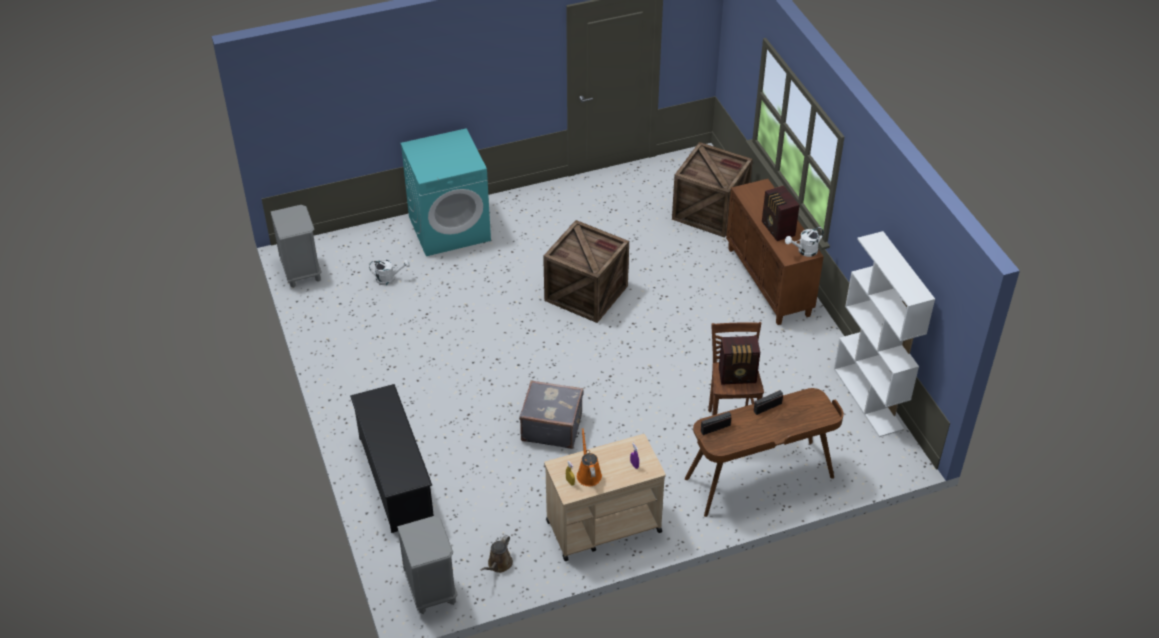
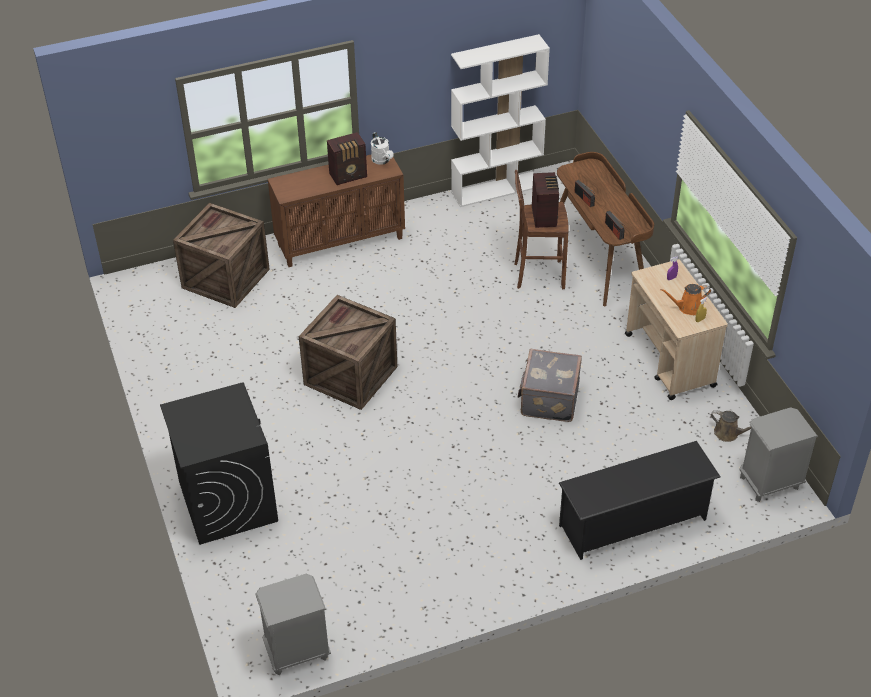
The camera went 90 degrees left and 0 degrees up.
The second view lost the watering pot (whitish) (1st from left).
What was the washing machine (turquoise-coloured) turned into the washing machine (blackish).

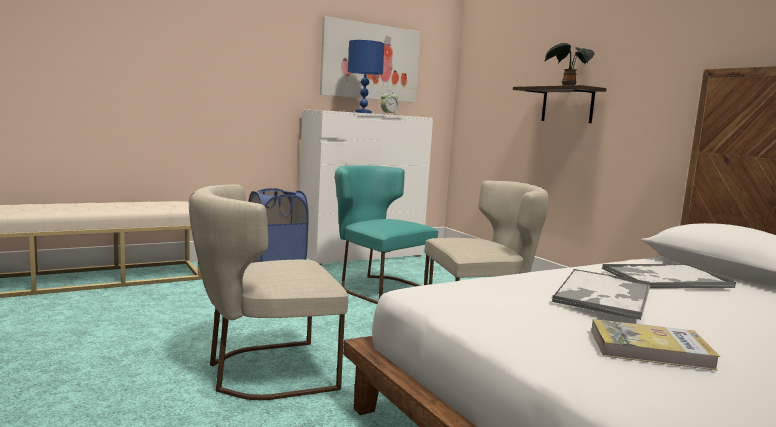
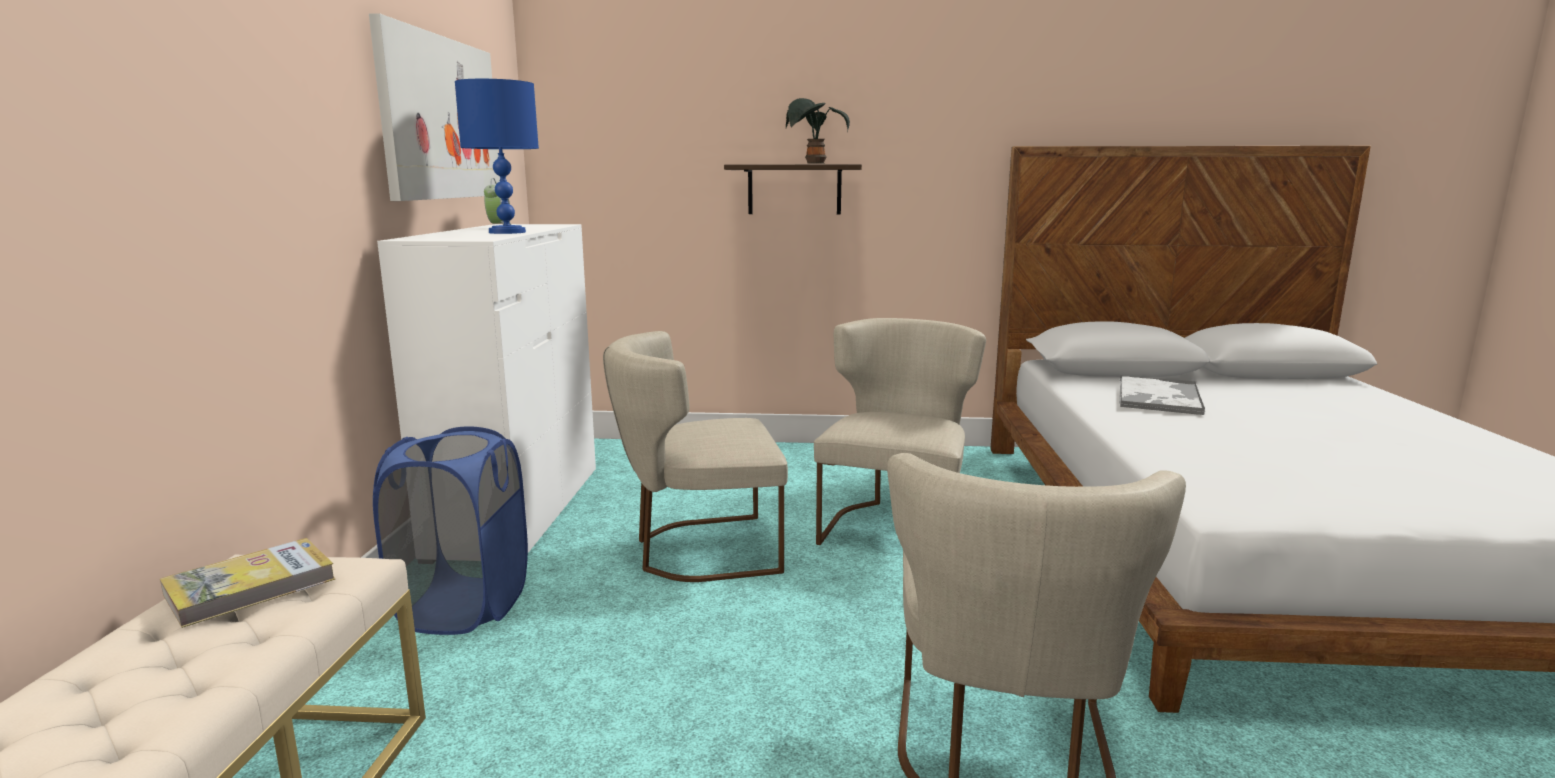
The camera went 55 degrees left and 5 degrees up.
The second view lost the carrying tray (1st from left).
The book ended up elsewhere.
What was the upright chair (turquoise-coloured) turned into the upright chair (sand-coloured) (1st from left).

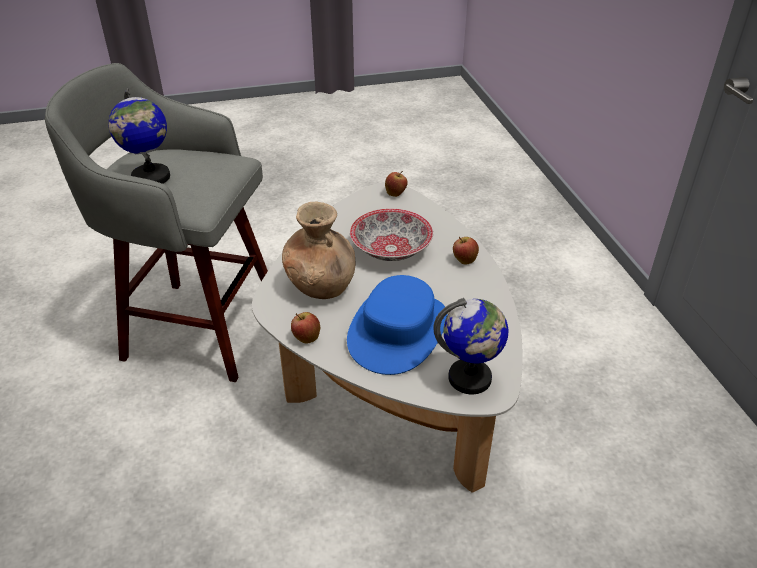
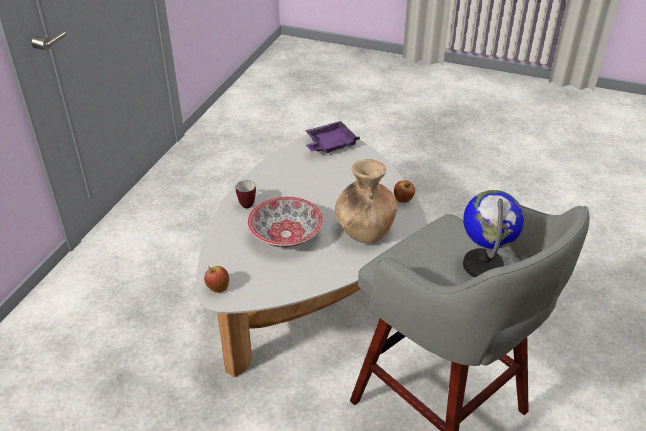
The camera went 145 degrees left and 0 degrees up.
The second view lost the clothing hat (bluish).
Where the desk globe (2nd from left) stood, the carrying tray (purplish) came to stand.
Where the apple fruit (3rd from left) stood, the tea mug came to stand.

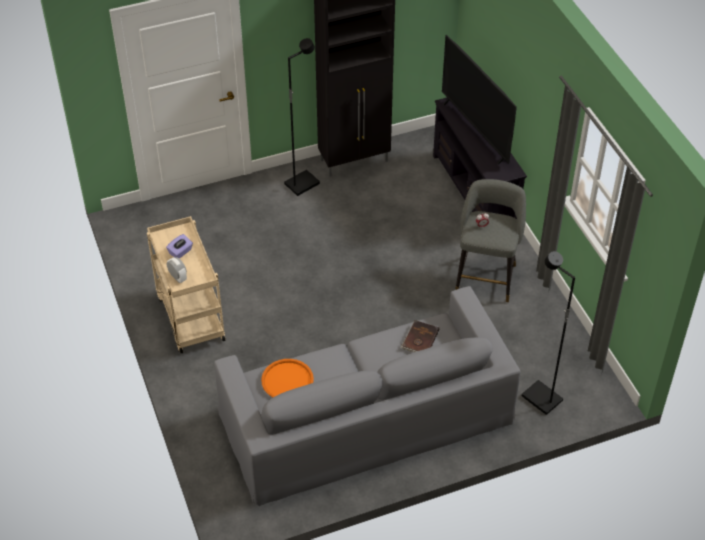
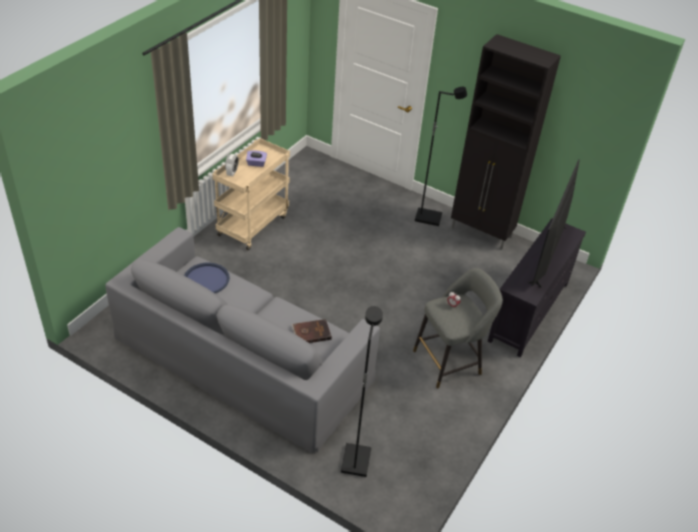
The camera went 50 degrees right and 5 degrees down.
What was the carrying tray (orange-coloured) turned into the carrying tray (bluish).

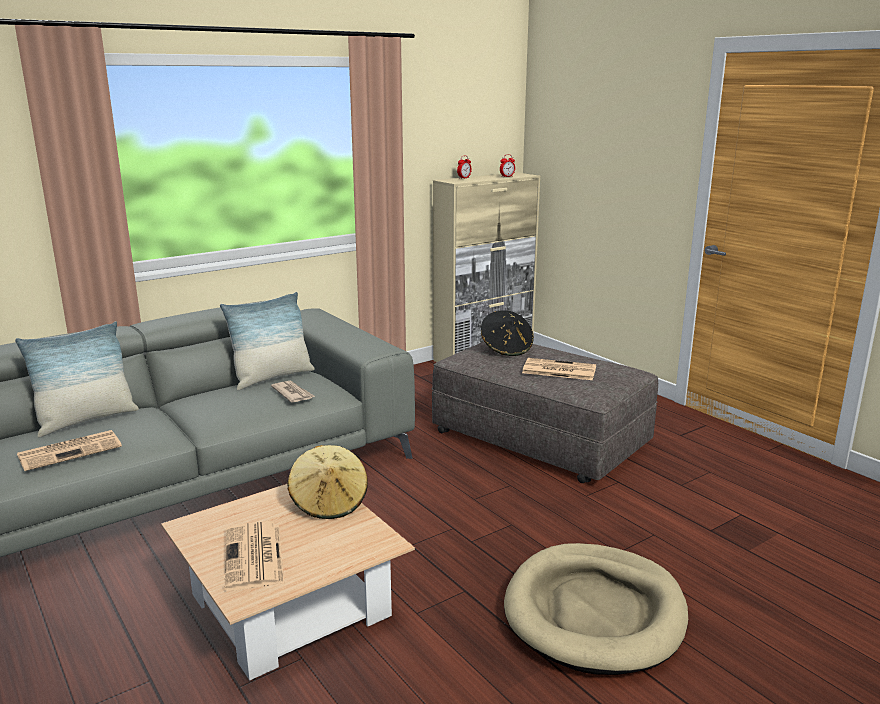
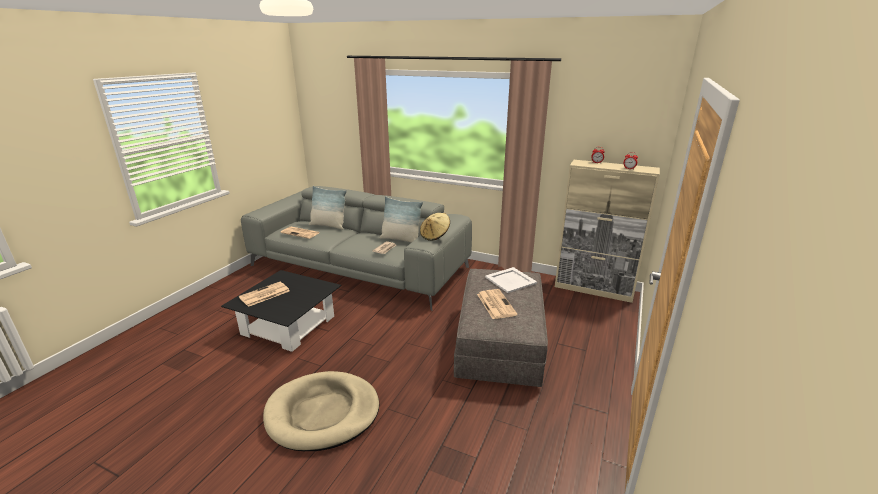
The camera went 60 degrees right and 5 degrees up.
The clothing hat (sand-coloured) ended up elsewhere.
Where the clothing hat (blackish) stood, the carrying tray (whitish) came to stand.
What was the coffee table (sand-coloured) turned into the coffee table (blackish).

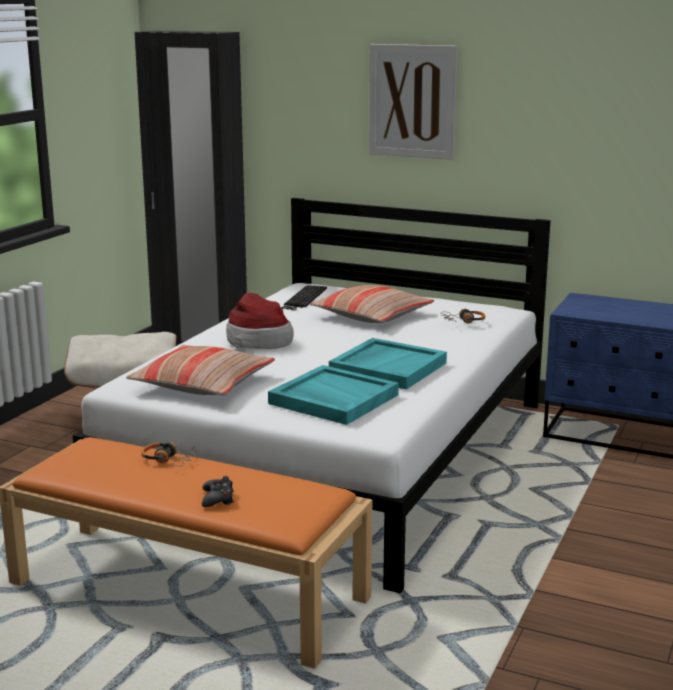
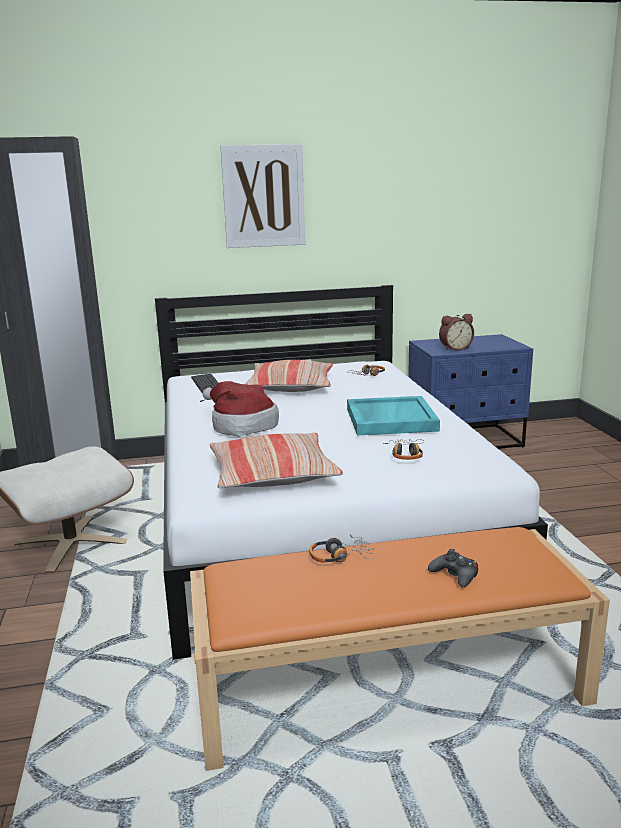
The camera went 35 degrees left and 0 degrees up.
The second view gained the bedside clock.
Where the carrying tray (turquoise-coloured) (1st from left) stood, the headphones (3rd from left) came to stand.

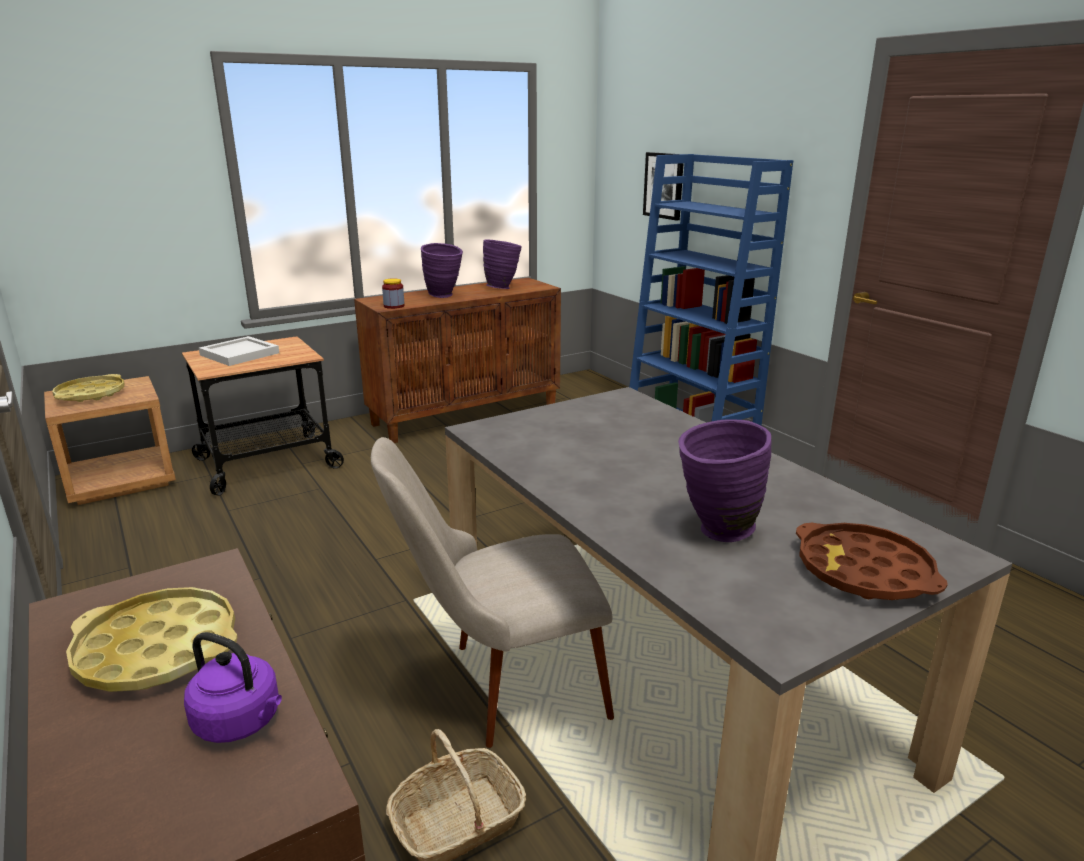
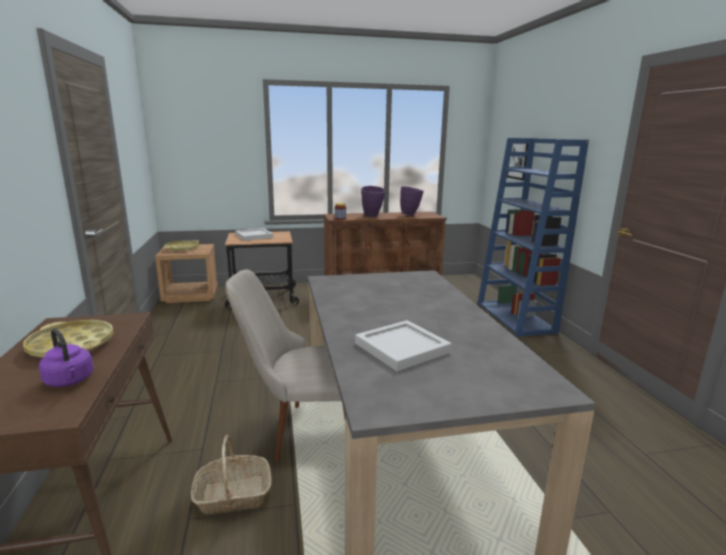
The camera went 20 degrees right and 5 degrees down.
The second view lost the carrying tray (brown-coloured).
Where the vase (purplish) (3rd from left) stood, the carrying tray (whitish) (2nd from left) came to stand.

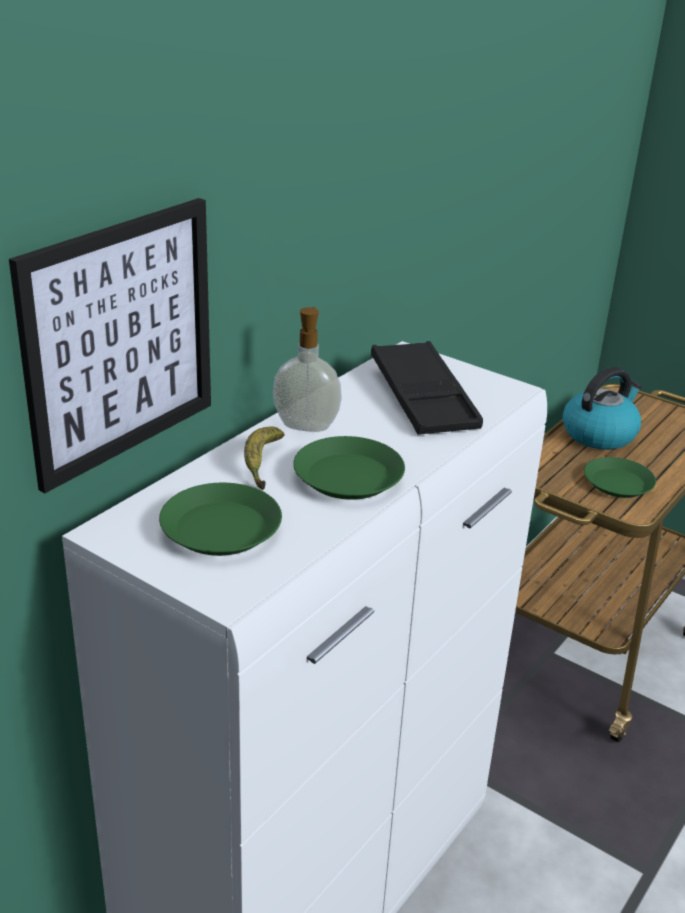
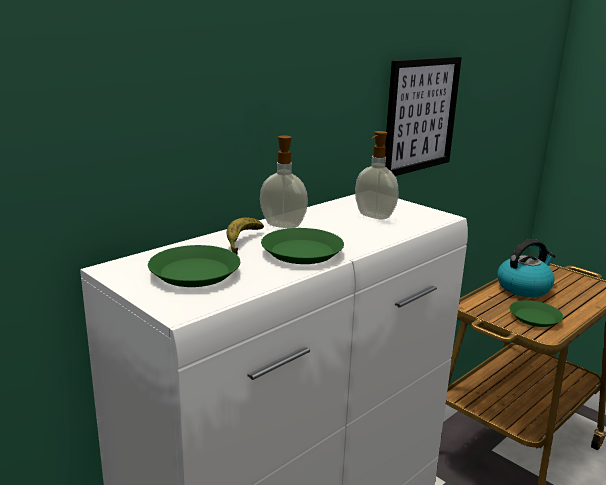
The camera went 10 degrees right and 10 degrees down.
The wall art ended up elsewhere.
Where the carrying tray (blackish) stood, the liquid soap bottle (2nd from left) came to stand.

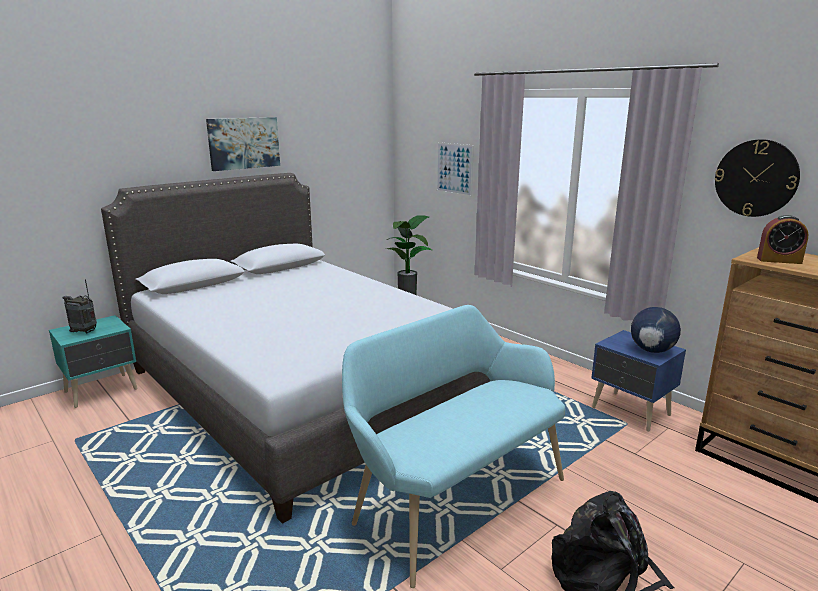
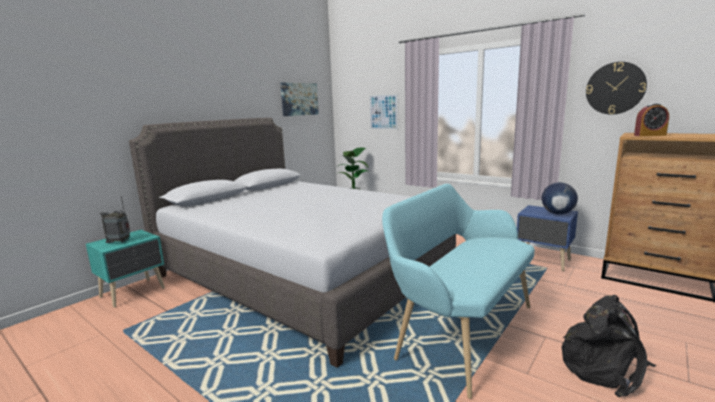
The camera went 10 degrees left and 5 degrees down.
The wall art (1st from left) ended up elsewhere.

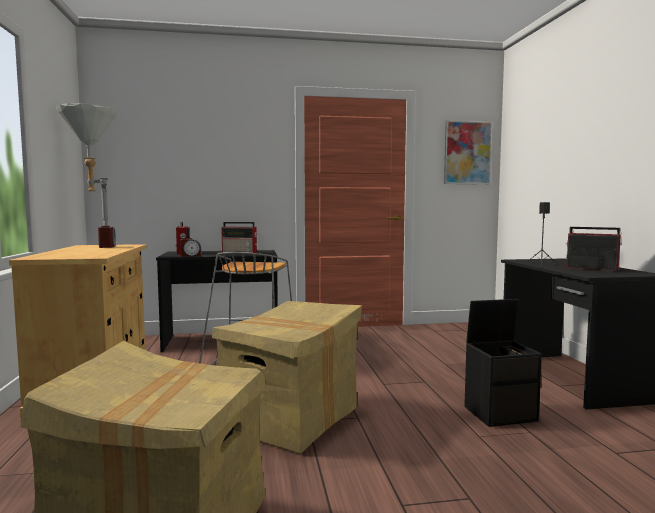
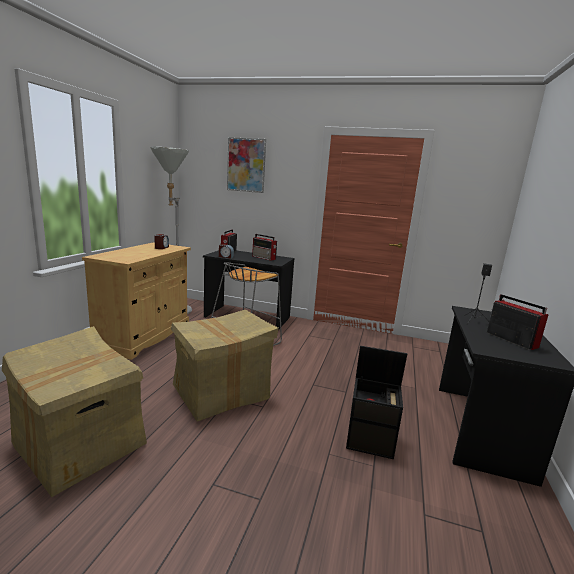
The camera went 25 degrees right and 10 degrees up.
The wall art ended up elsewhere.

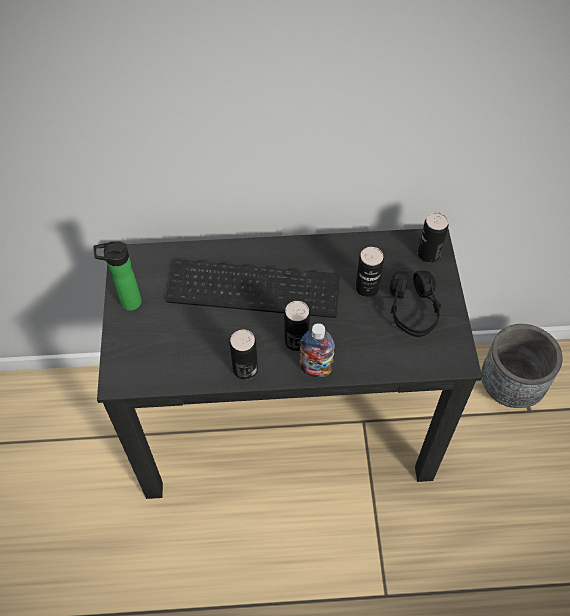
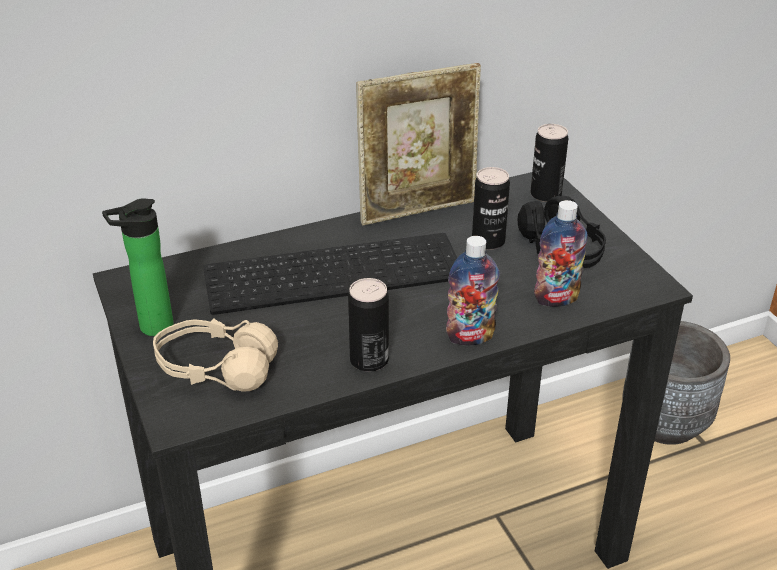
The camera went 20 degrees left and 20 degrees down.
The second view lost the metal can (2nd from left).
The second view gained the headphones (sand-coloured).
The second view gained the standing frame.
The second view gained the bottle (3rd from left).

